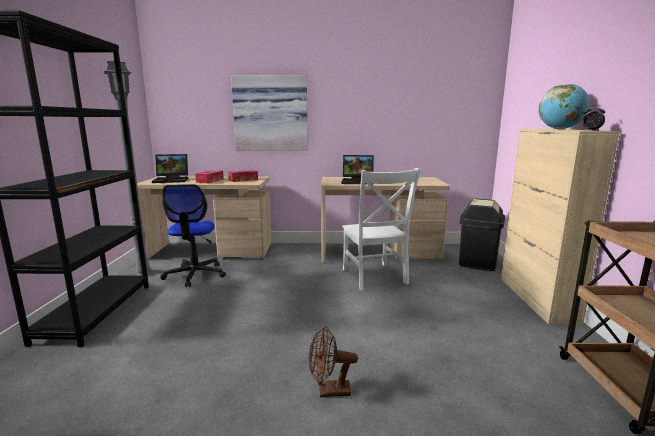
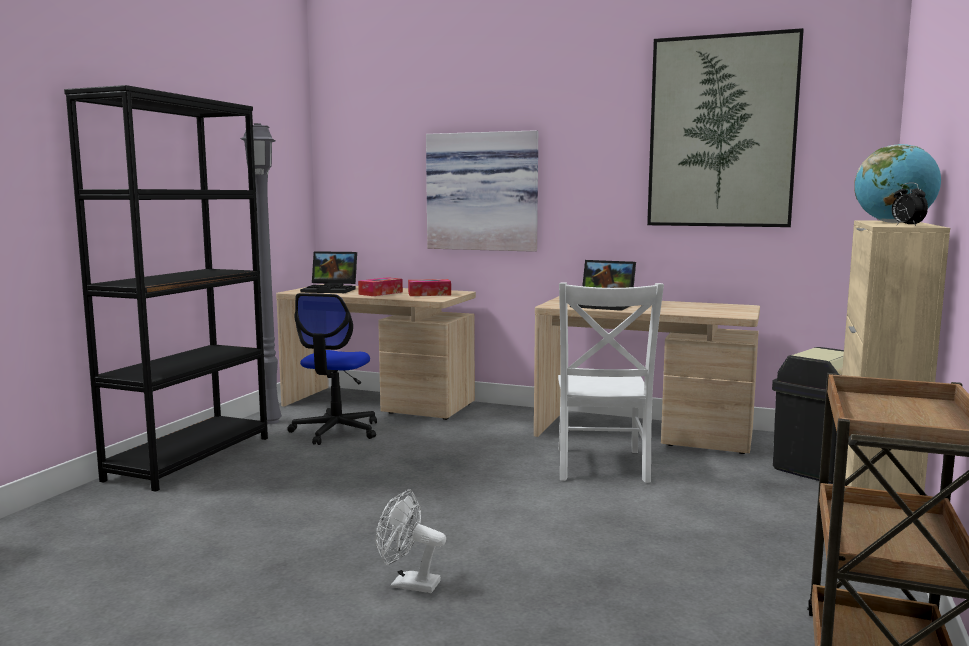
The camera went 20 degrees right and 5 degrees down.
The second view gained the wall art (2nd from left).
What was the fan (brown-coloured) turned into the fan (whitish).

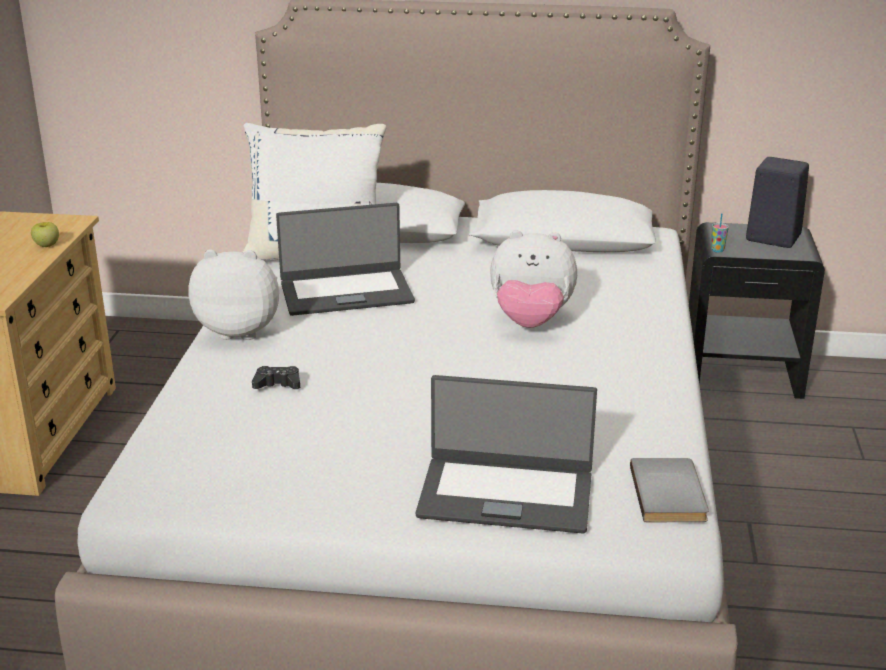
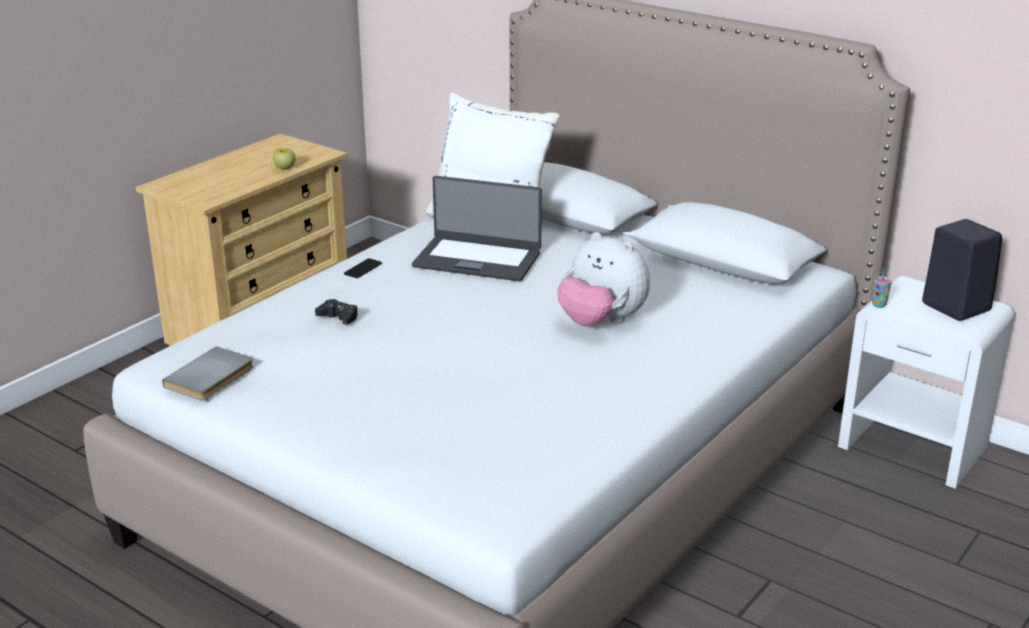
The camera went 30 degrees right and 0 degrees up.
The second view lost the laptop (2nd from left).
The book (grey) ended up elsewhere.
Where the soft toy (1st from left) stood, the phone came to stand.
What was the nightstand (blackish) turned into the nightstand (whitish).

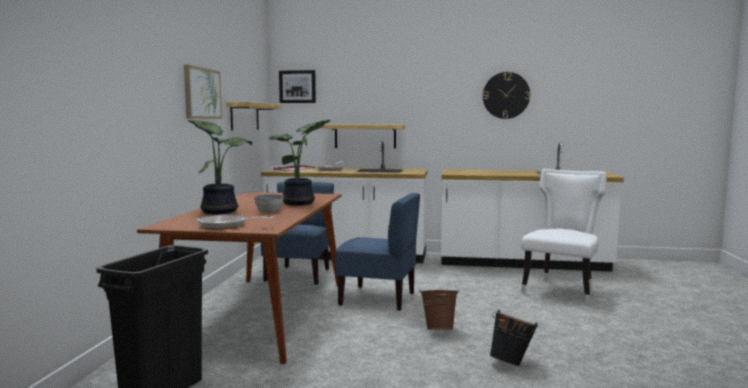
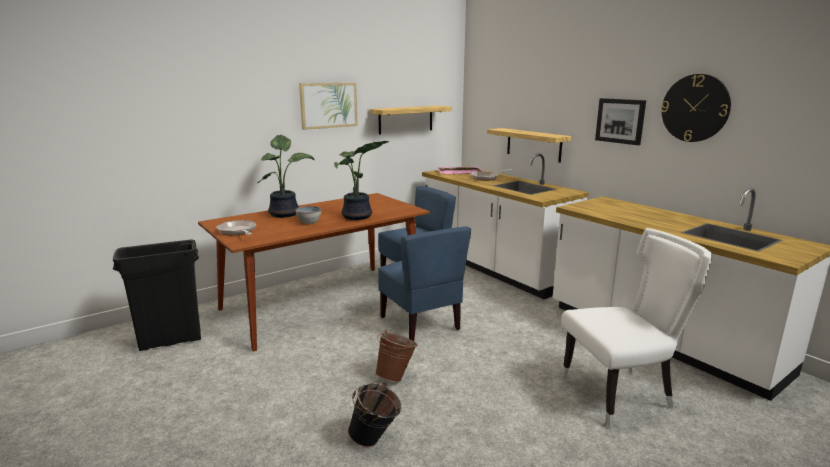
The camera went 45 degrees right and 10 degrees up.
The wall art (2nd from left) ended up elsewhere.

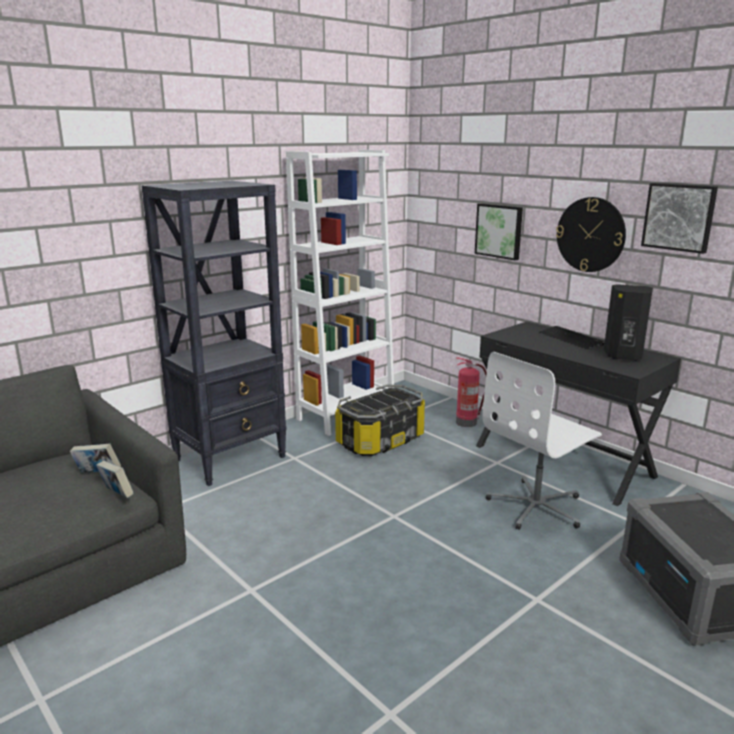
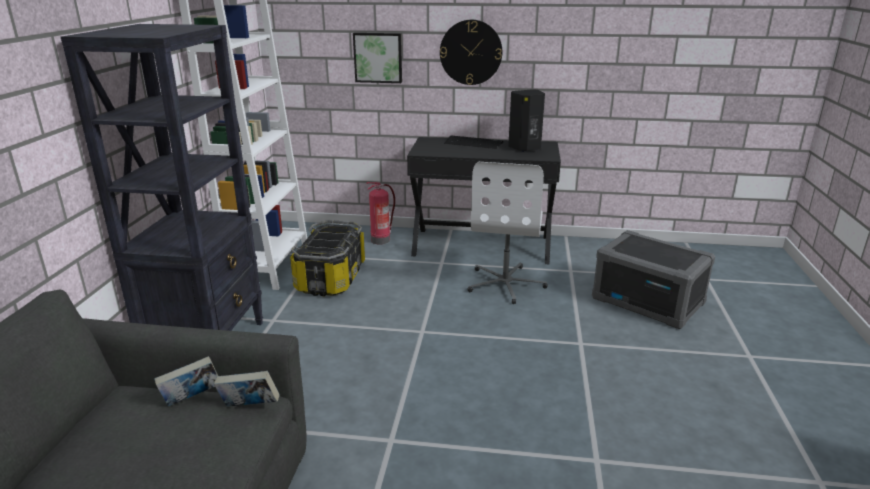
The camera went 40 degrees left and 5 degrees up.
The second view lost the wall art (2nd from left).

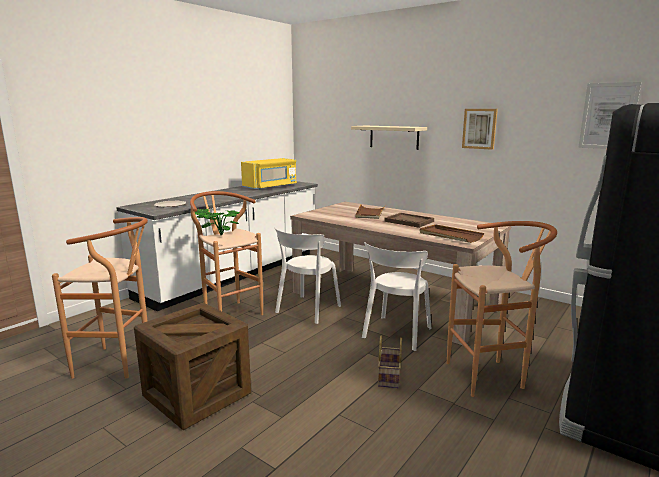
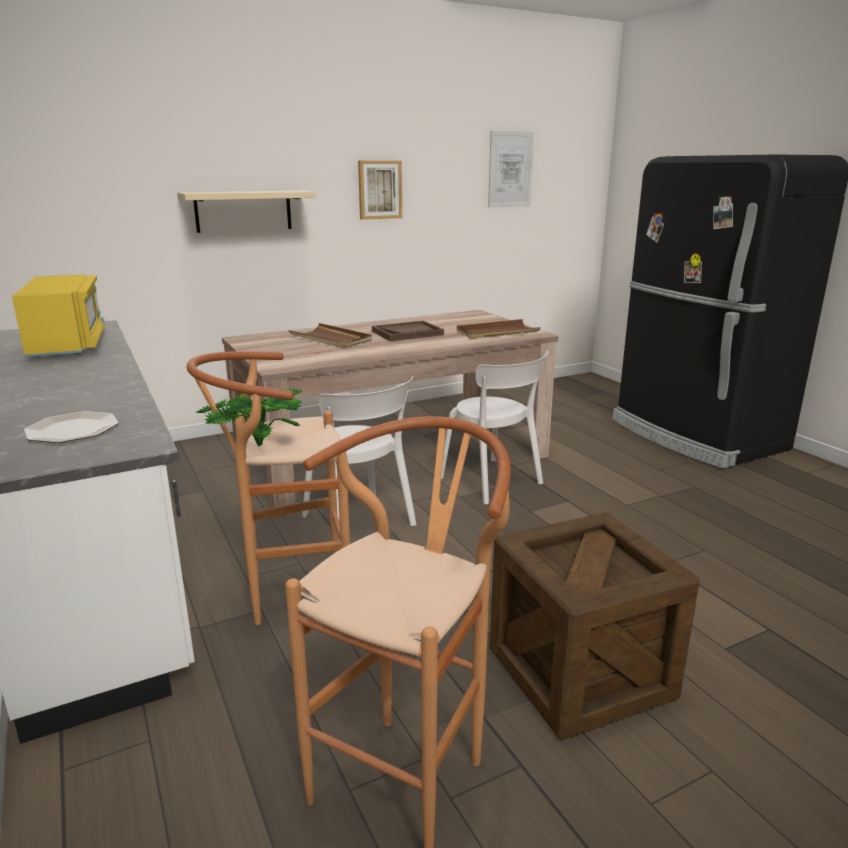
The camera went 65 degrees left and 5 degrees up.
The second view lost the household basket.
The second view lost the stool (brown-coloured) (3rd from left).

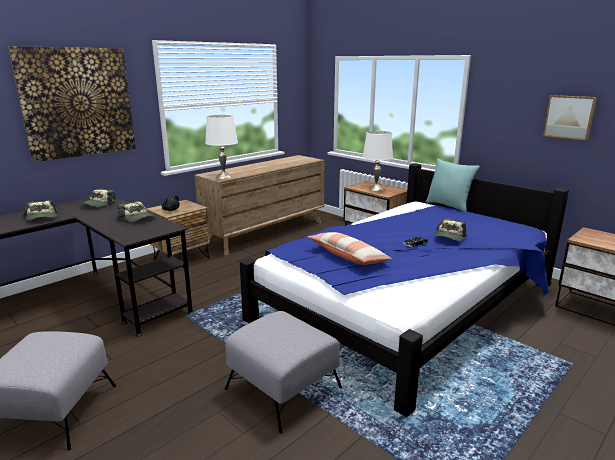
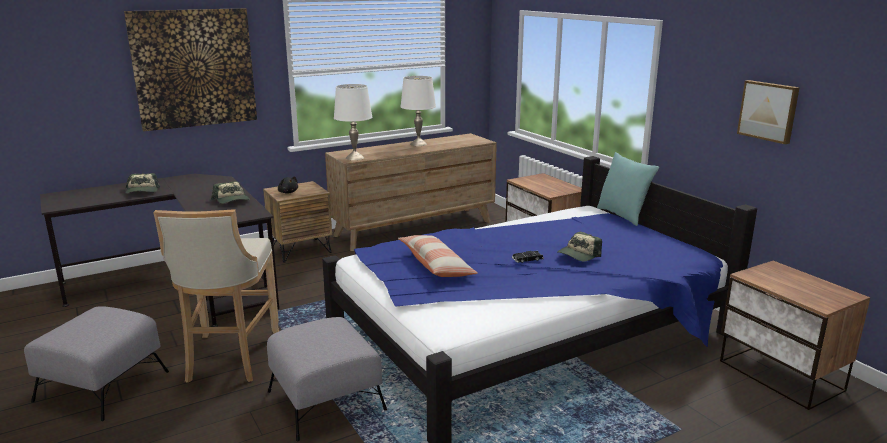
The camera went 15 degrees right and 0 degrees up.
The second view lost the baseball cap (2nd from left).
The second view gained the stool (sand-coloured).
The lamp for a table (whitish) (2nd from left) ended up elsewhere.

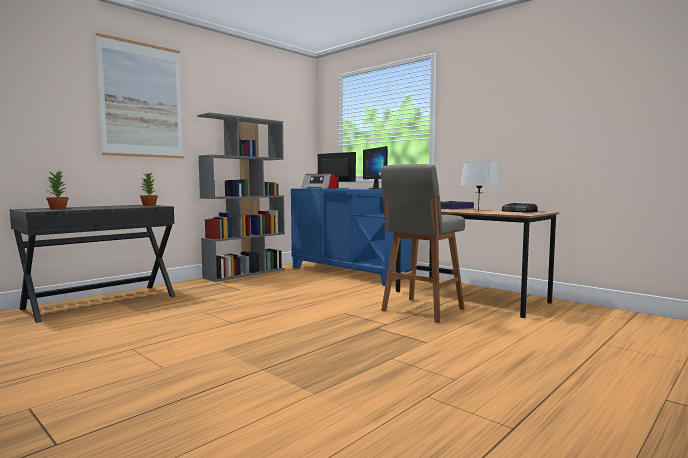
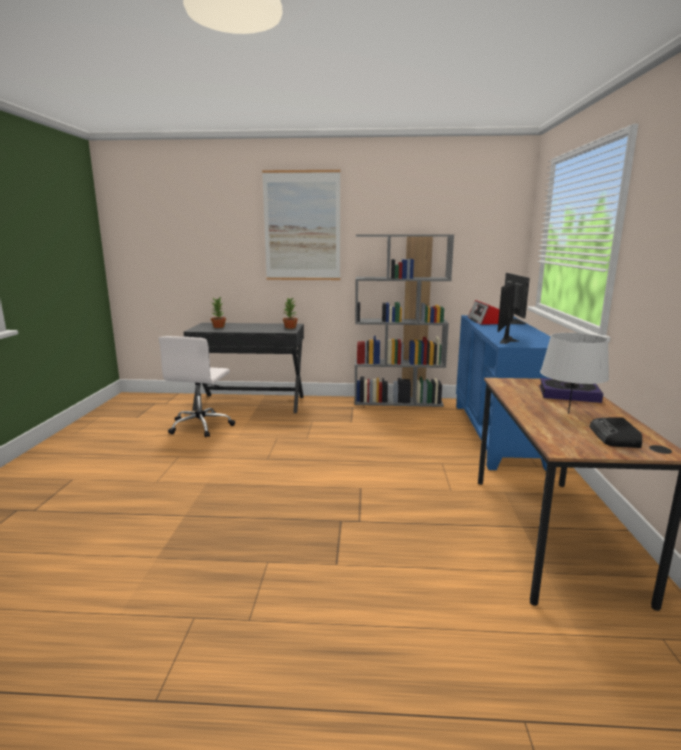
The camera went 50 degrees right and 10 degrees up.
The second view lost the stool (grey).
The second view gained the office chair (whitish).

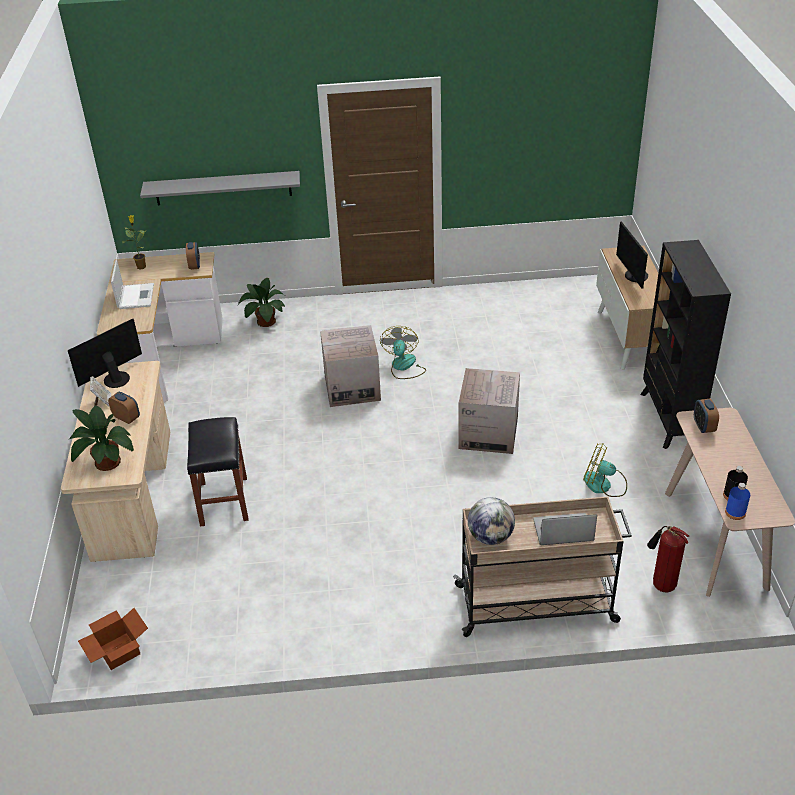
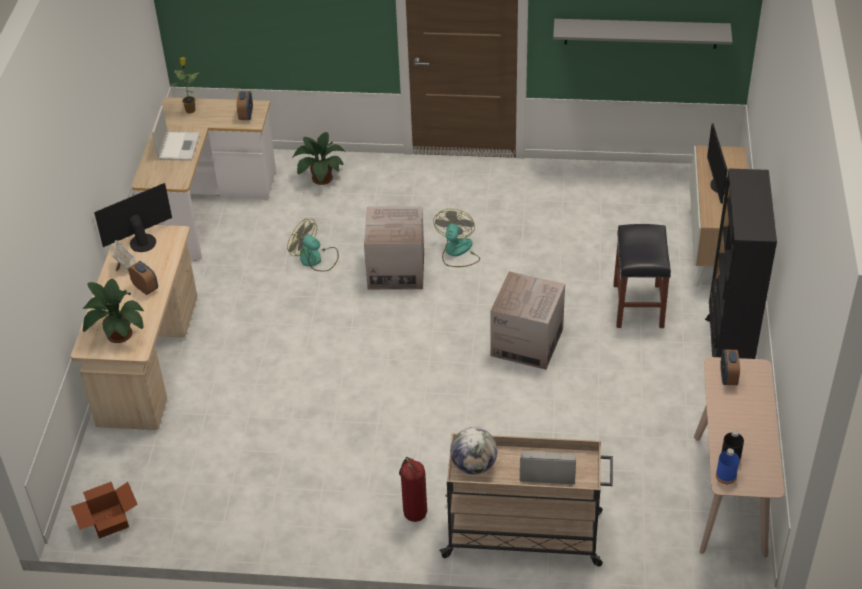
The camera went 10 degrees right and 5 degrees up.
The shelf (grey) ended up elsewhere.
The stool (blackish) ended up elsewhere.
The fan (2nd from left in the first image) ended up elsewhere.
The extinguisher ended up elsewhere.

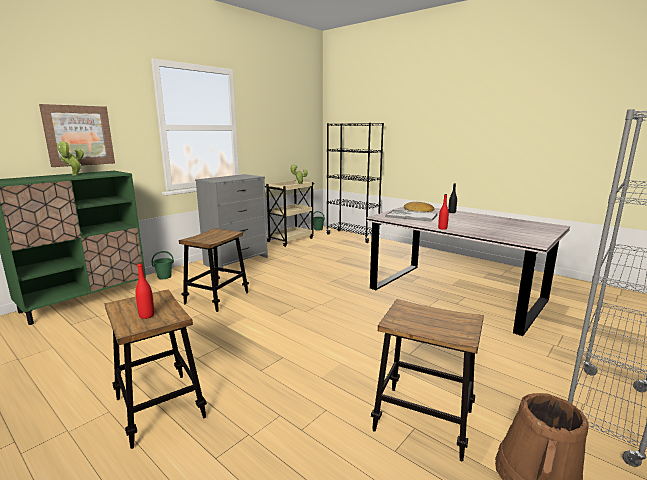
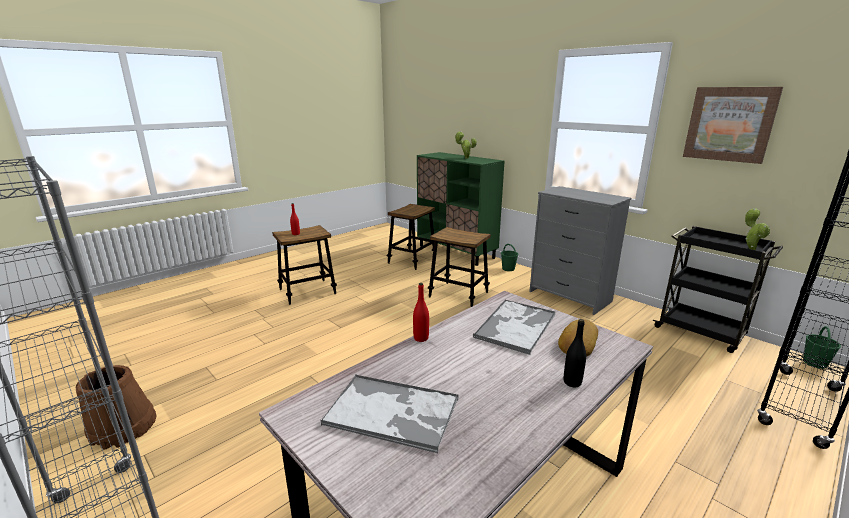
The camera went 95 degrees right and 5 degrees up.
The second view gained the carrying tray (1st from left).
The wall art ended up elsewhere.
The stool (3rd from left in the first image) ended up elsewhere.
What was the wheeled cart (sand-coloured) turned into the wheeled cart (blackish).

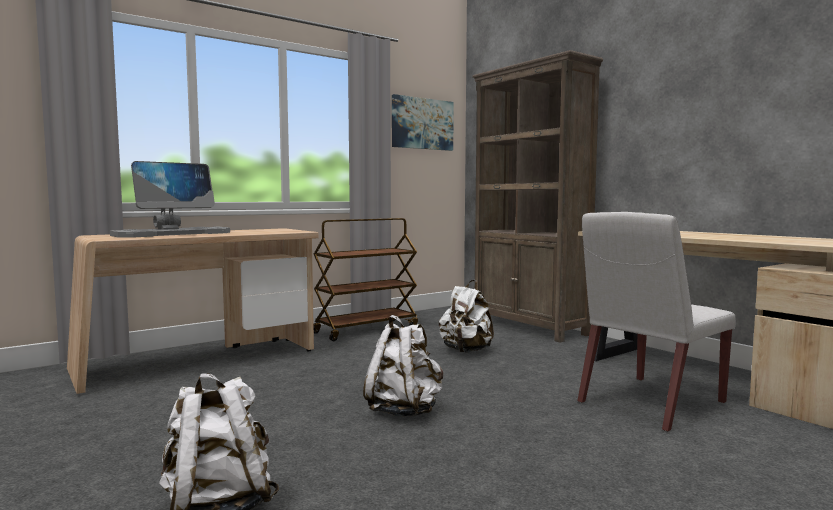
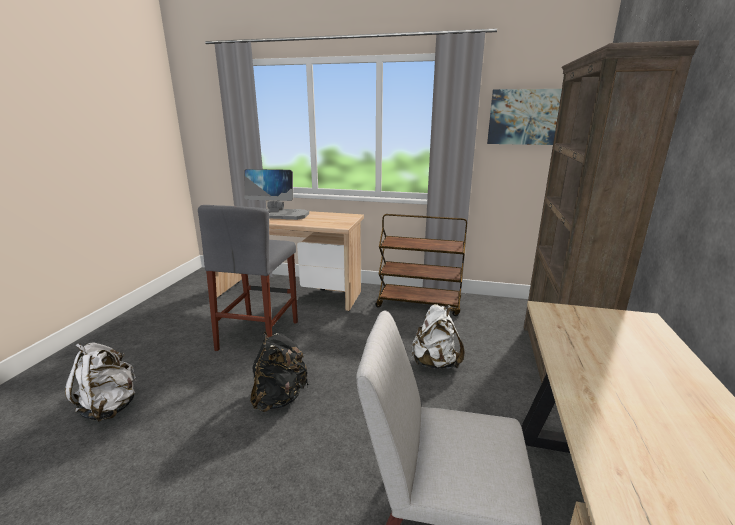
The camera went 50 degrees right and 15 degrees up.
The second view gained the stool (grey).
What was the backpack (whitish) (2nd from left) turned into the backpack (blackish).

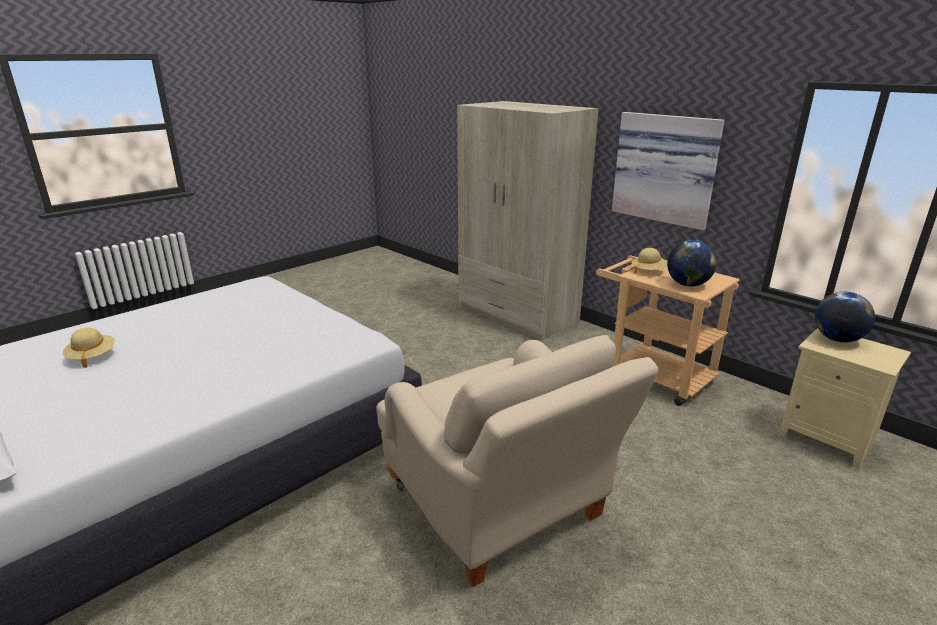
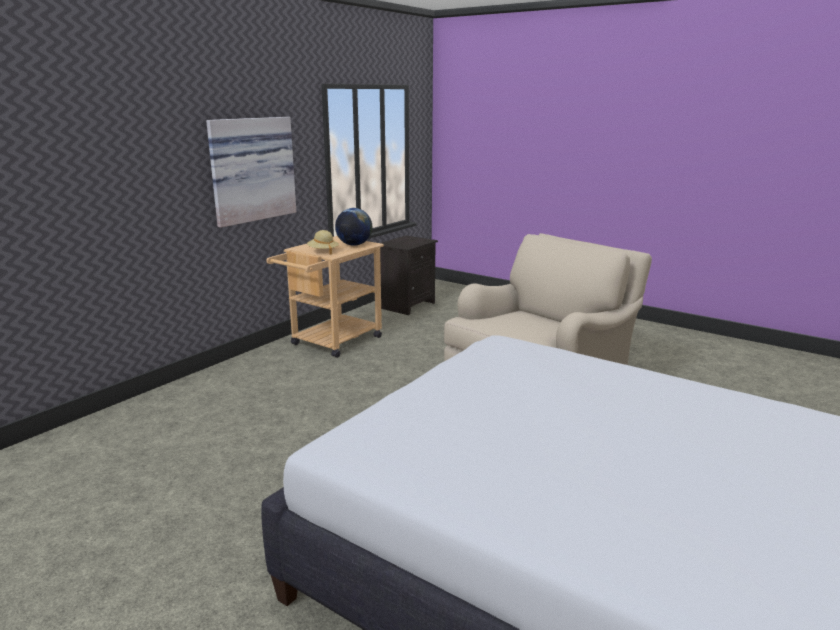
The camera went 100 degrees left and 5 degrees down.
The second view lost the clothing hat (sand-coloured) (1st from left).
The second view lost the clothes cupboard (sand-coloured).
The second view lost the desk globe (2nd from left).
What was the nightstand (sand-coloured) turned into the nightstand (blackish).

